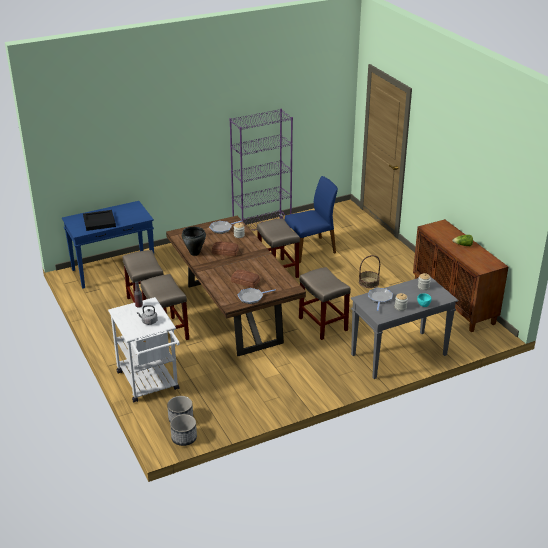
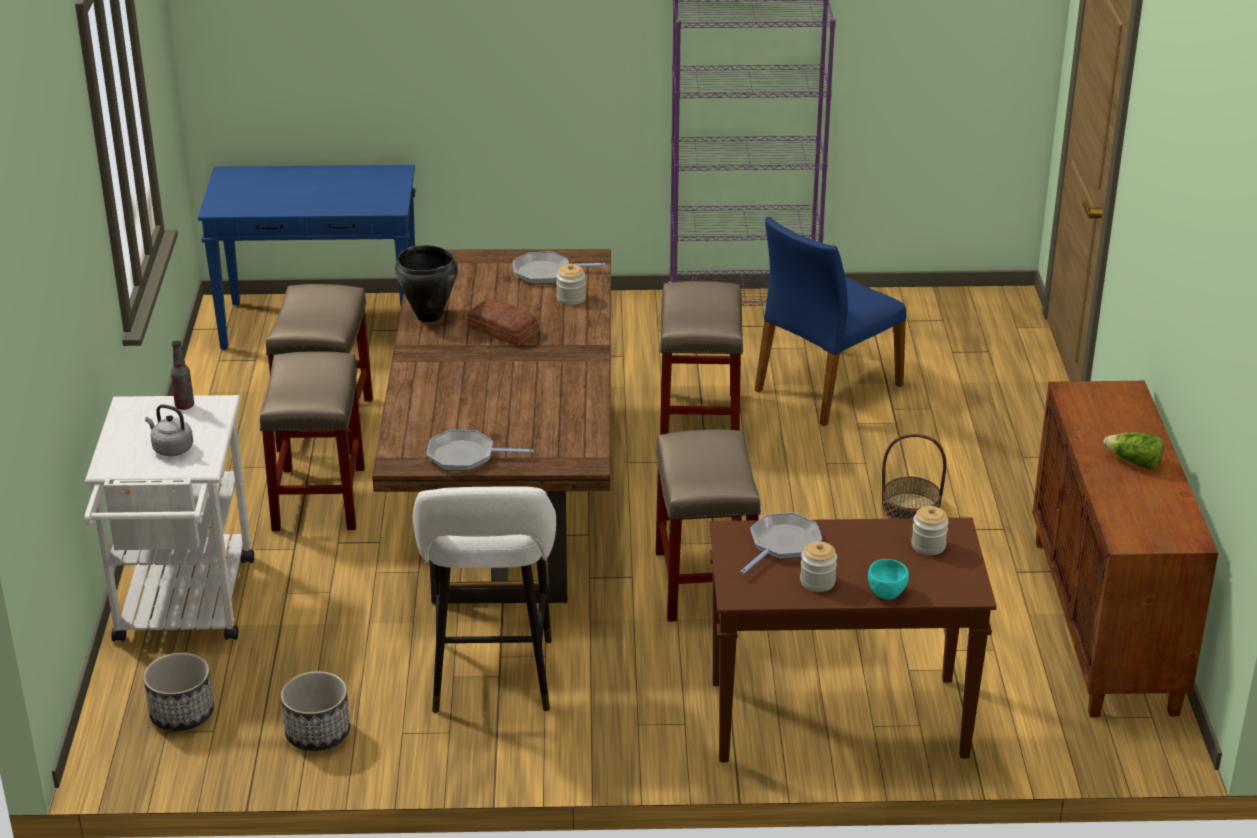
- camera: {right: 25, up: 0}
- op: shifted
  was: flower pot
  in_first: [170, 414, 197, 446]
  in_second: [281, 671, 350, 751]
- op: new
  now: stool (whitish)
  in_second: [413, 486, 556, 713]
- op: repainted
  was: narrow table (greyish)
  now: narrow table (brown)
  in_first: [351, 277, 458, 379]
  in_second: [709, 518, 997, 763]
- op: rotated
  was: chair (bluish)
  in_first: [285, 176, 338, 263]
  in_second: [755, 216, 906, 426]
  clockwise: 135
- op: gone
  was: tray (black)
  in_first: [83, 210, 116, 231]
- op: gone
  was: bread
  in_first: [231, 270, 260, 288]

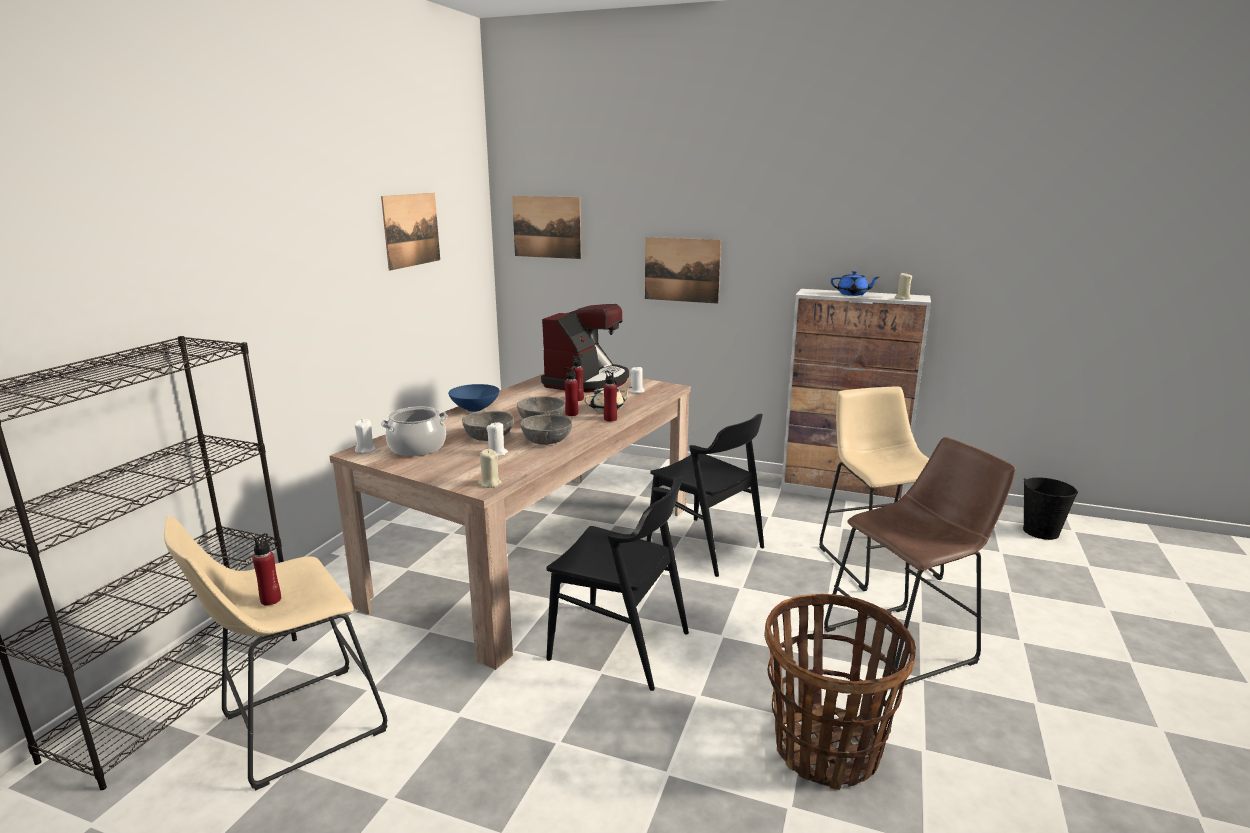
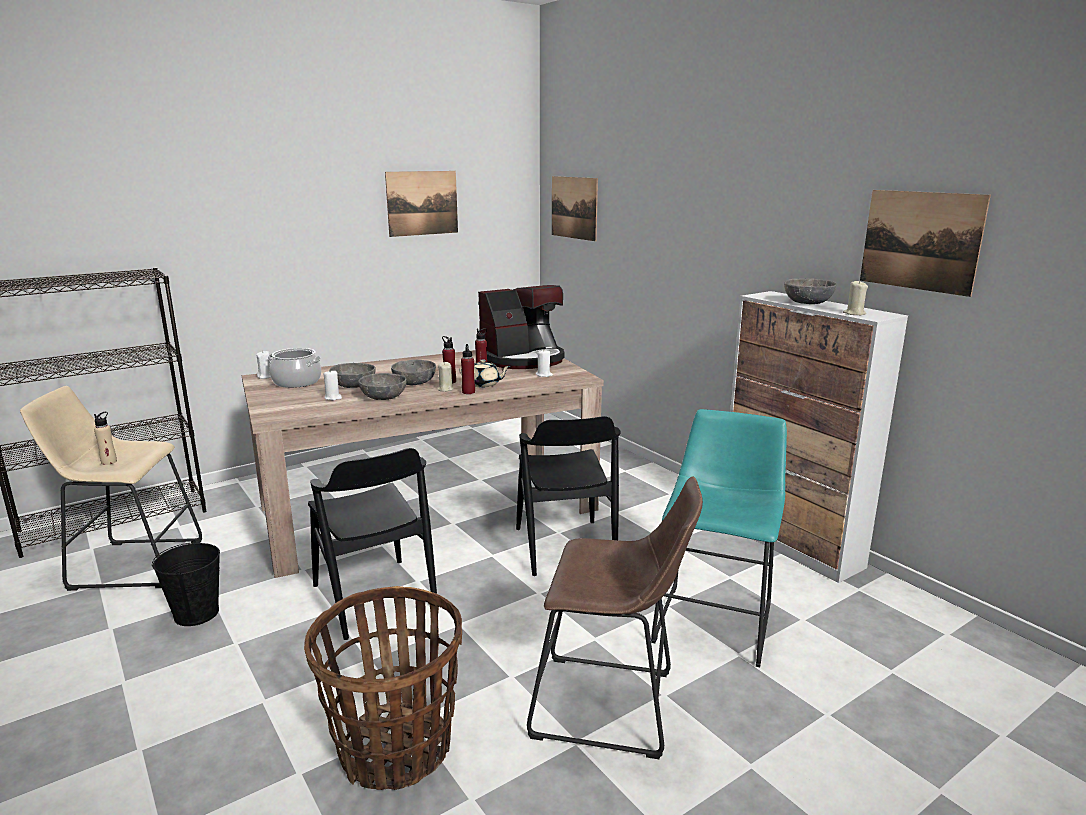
- camera: {right: 35, up: 0}
- op: repainted
  was: beverage bottle (red-coloured)
  now: beverage bottle (beige)
  in_first: [253, 533, 281, 605]
  in_second: [94, 412, 117, 465]
- op: shifted
  was: water bucket (black)
  in_first: [1023, 477, 1078, 540]
  in_second: [152, 540, 220, 626]
- op: shifted
  was: candle (beige)
  in_first: [478, 449, 502, 488]
  in_second: [437, 362, 454, 392]
- op: repainted
  was: stool (beige)
  now: stool (turquoise-coloured)
  in_first: [819, 386, 944, 591]
  in_second: [651, 409, 787, 668]
- op: swapped
  was: pot for tea (bluish)
  now: bowl (greyish)
  in_first: [831, 271, 879, 296]
  in_second: [784, 279, 837, 304]
- op: shifted
  was: wall art
  in_first: [645, 237, 721, 304]
  in_second: [860, 190, 991, 297]
- op: gone
  was: bowl (bluish)
  in_first: [448, 384, 500, 412]

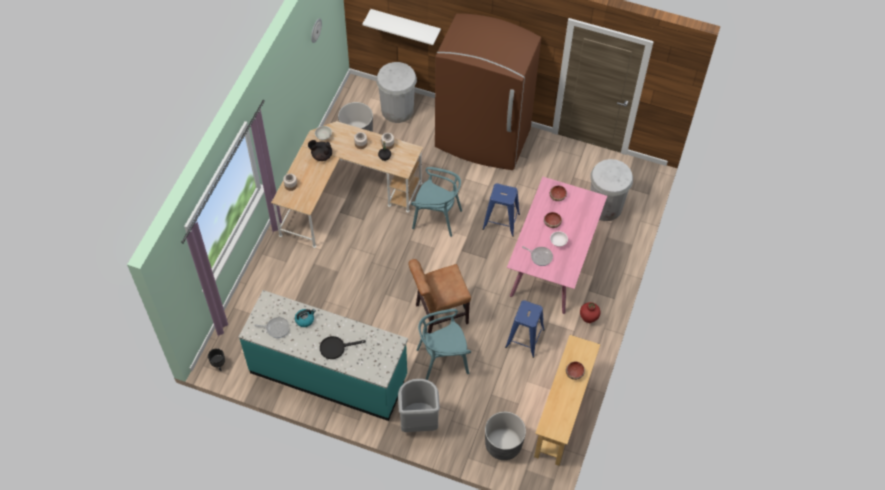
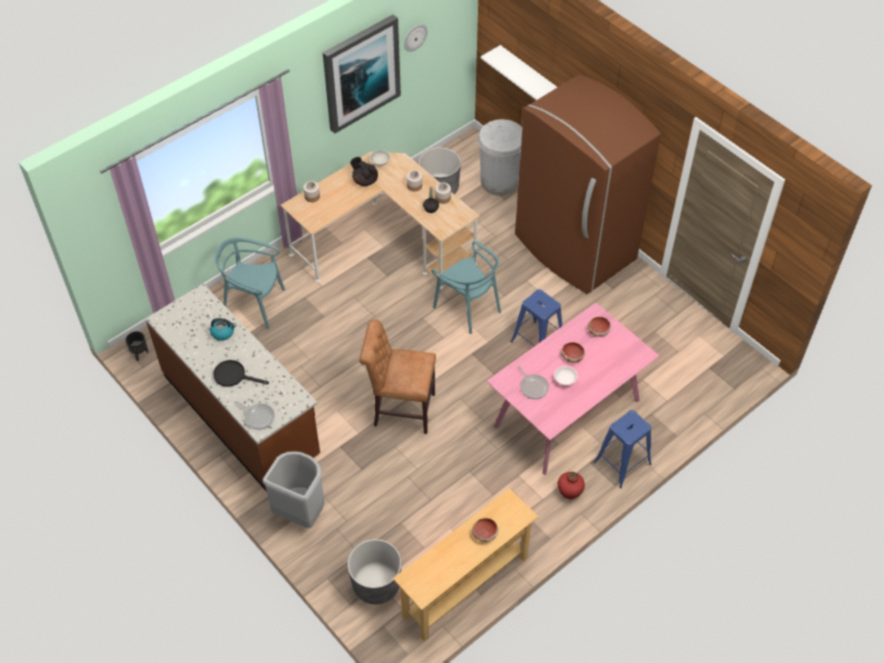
- camera: {right: 30, up: -5}
- op: repainted
  was: kitchen counter (turquoise-coloured)
  now: kitchen counter (brown)
  in_first: [239, 290, 408, 421]
  in_second: [145, 284, 320, 492]
- op: shifted
  was: chair (turquoise-coloured)
  in_first: [417, 309, 471, 380]
  in_second: [215, 238, 285, 329]
- op: shifted
  was: frying pan
  in_first: [254, 317, 290, 338]
  in_second: [236, 401, 275, 430]
- op: new
  now: wall art
  in_second: [323, 15, 401, 134]
- op: shifted
  was: stool (bluish)
  in_first: [505, 300, 545, 358]
  in_second: [593, 410, 652, 488]
- op: gone
  was: trash can (whitish)
  in_first: [590, 159, 633, 221]

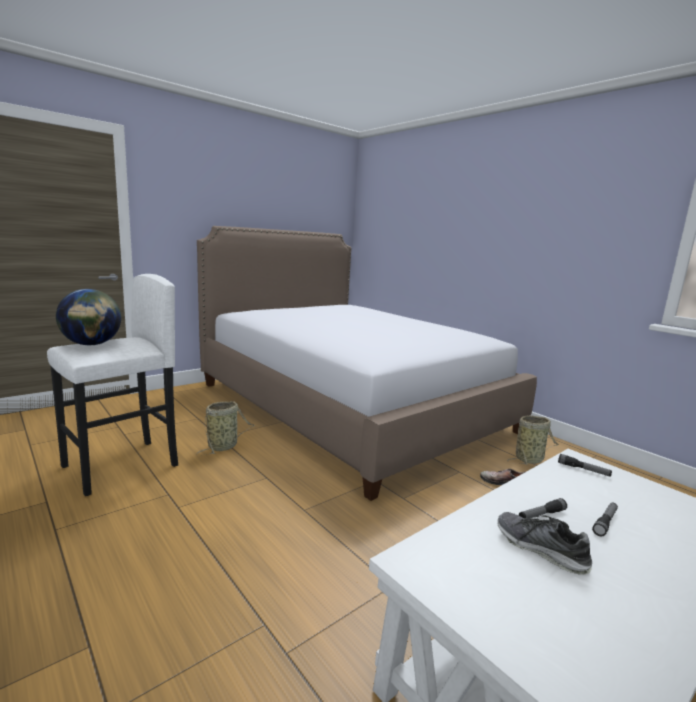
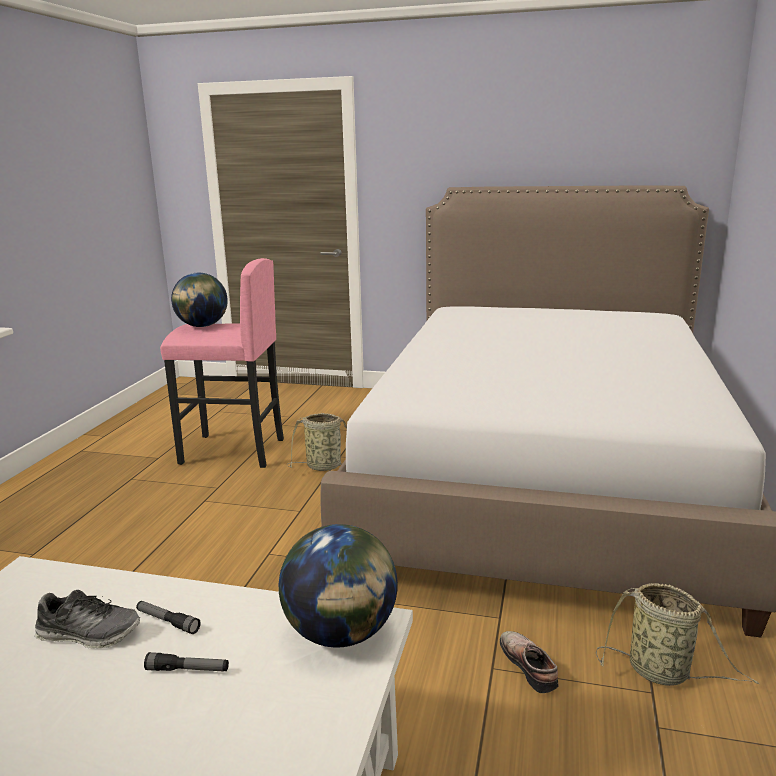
- camera: {right: 55, up: 5}
- op: rotated
  was: item of footwear
  in_first: [497, 512, 592, 575]
  in_second: [35, 590, 141, 648]
  clockwise: 90
- op: repainted
  was: stool (whitish)
  now: stool (pinkish)
  in_first: [47, 274, 178, 496]
  in_second: [160, 258, 284, 468]
- op: swapped
  was: flashlight
  now: globe
  in_first: [558, 454, 612, 477]
  in_second: [279, 524, 398, 648]

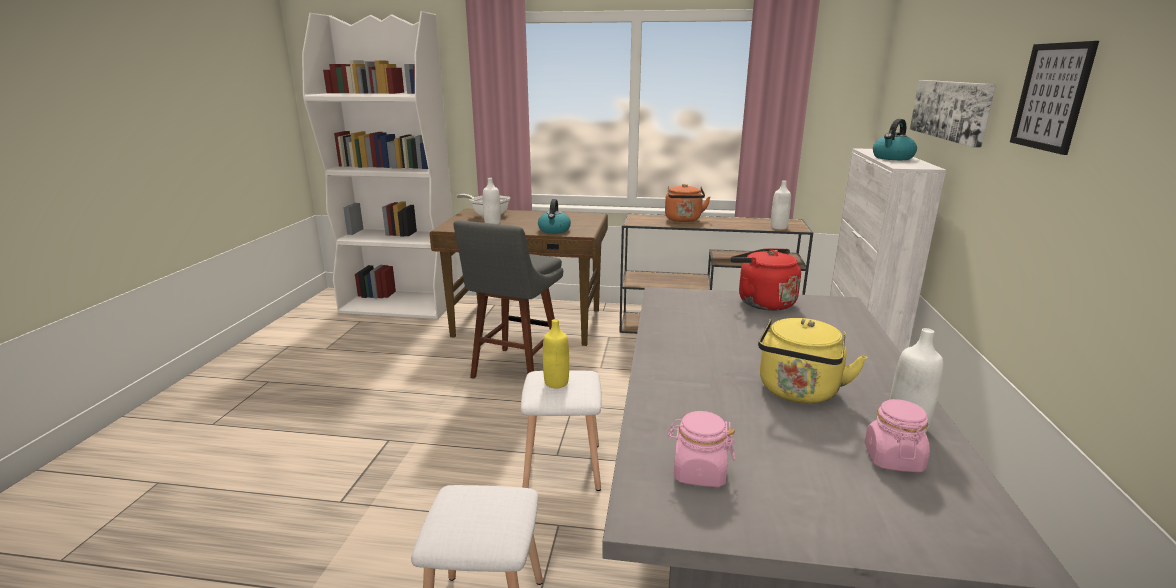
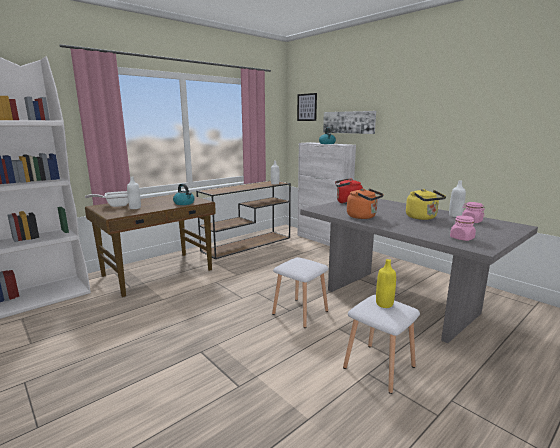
- camera: {right: -50, up: -5}
- op: shifted
  was: wall art
  in_first: [1010, 41, 1099, 155]
  in_second: [297, 93, 317, 121]
- op: shifted
  was: water kettle (orangey)
  in_first: [665, 184, 711, 222]
  in_second: [347, 188, 384, 219]
- op: shifted
  was: beverage bottle (yellowish)
  in_first: [543, 319, 569, 389]
  in_second: [376, 259, 396, 308]
- op: gone
  was: stool (greyish)
  in_first: [453, 220, 563, 379]

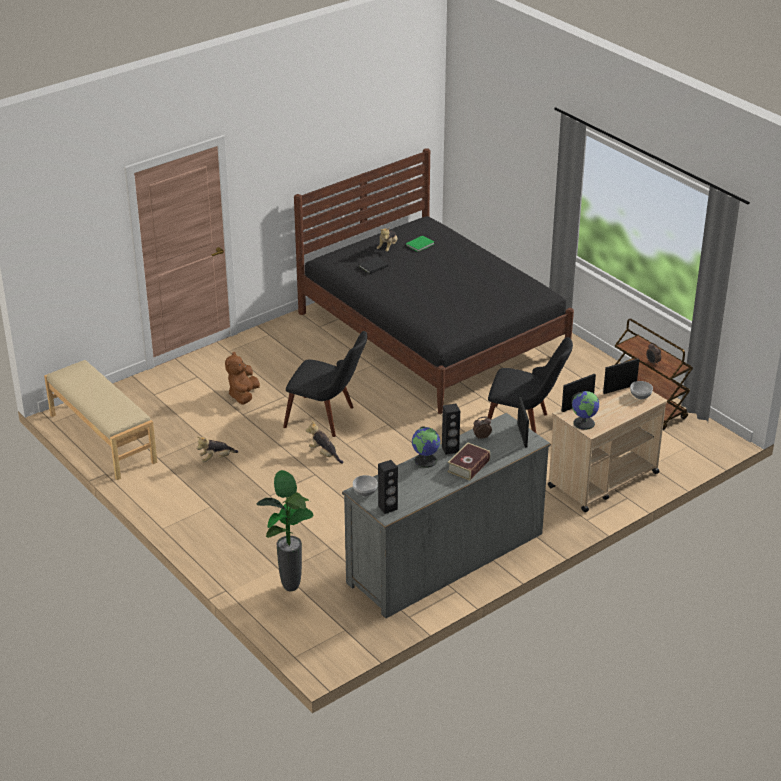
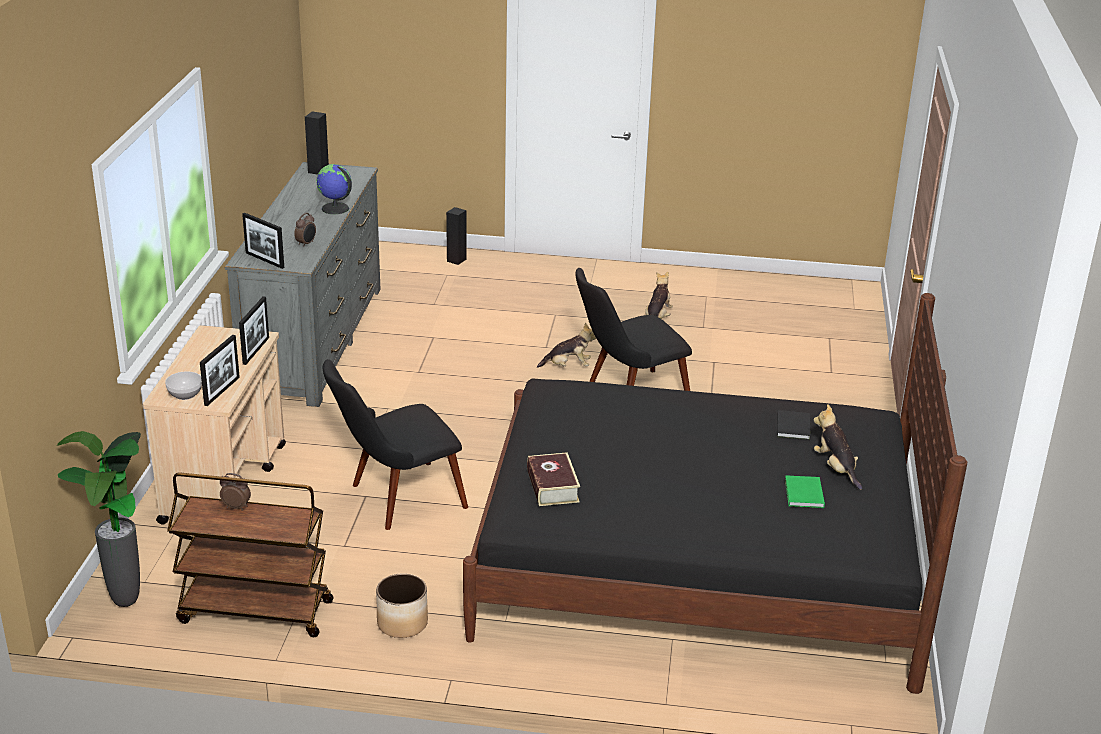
- camera: {right: 135, up: -5}
- op: shifted
  was: potted plant
  in_first: [256, 470, 314, 591]
  in_second: [57, 431, 141, 607]
- op: new
  now: flower pot
  in_second: [376, 573, 428, 638]
- op: shifted
  was: speaker (black)
  in_first: [442, 403, 460, 455]
  in_second: [446, 207, 467, 265]
- op: shifted
  was: book
  in_first: [447, 442, 490, 481]
  in_second: [527, 452, 580, 506]
- op: gone
  was: bench (beige)
  in_first: [44, 360, 157, 480]
- op: gone
  was: plush toy (brown)
  in_first: [225, 352, 260, 404]
- op: gone
  was: bowl
  in_first: [353, 475, 378, 496]
- op: gone
  was: globe
  in_first: [571, 391, 599, 430]

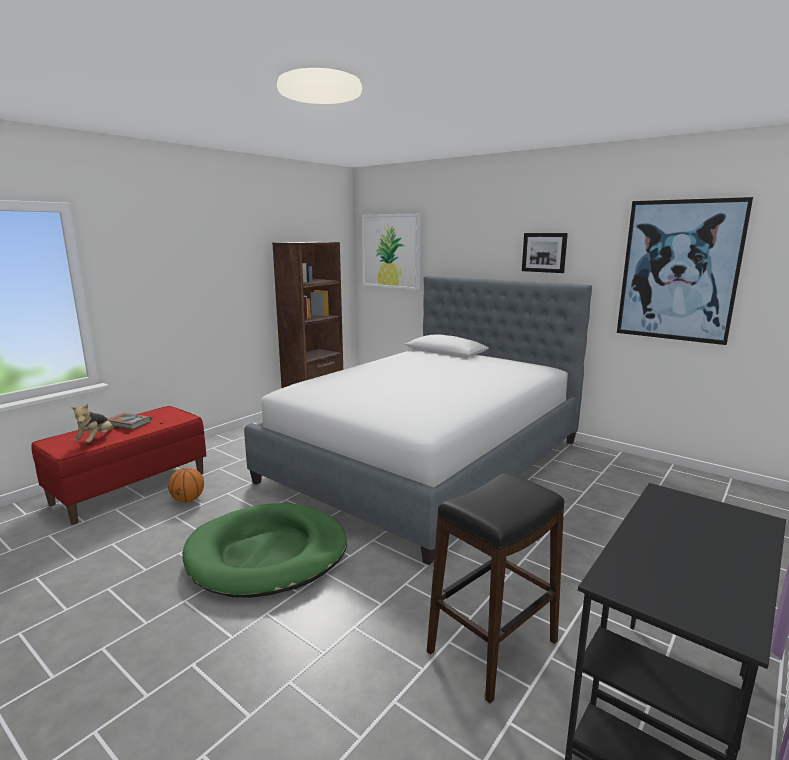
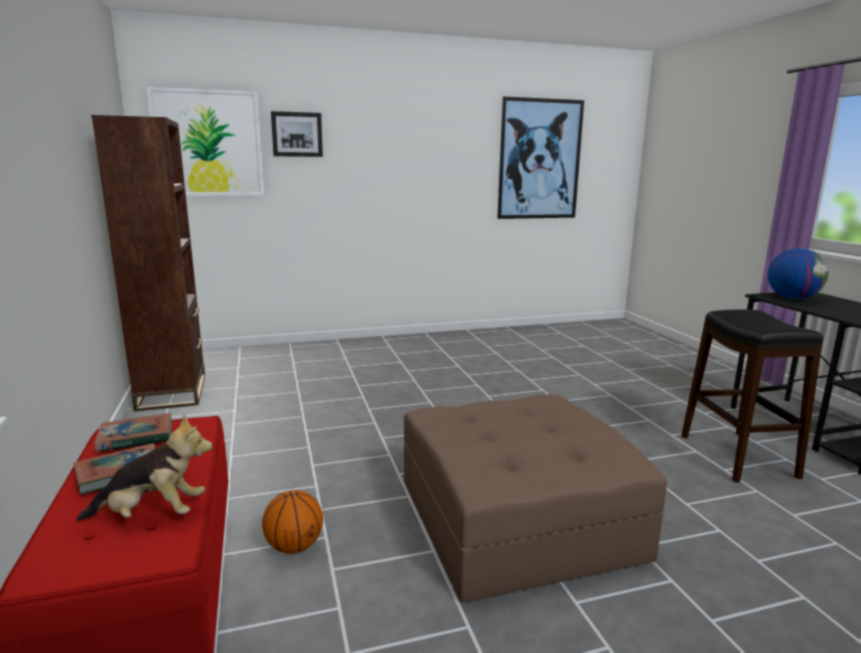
- camera: {right: -55, up: 0}
- op: rotated
  was: plush toy
  in_first: [71, 403, 114, 443]
  in_second: [76, 415, 213, 521]
  clockwise: -45
- op: new
  now: book
  in_second: [94, 413, 172, 452]
- op: shifted
  was: wall art
  in_first: [522, 233, 568, 273]
  in_second: [271, 111, 323, 157]
- op: swapped
  was: dog cushion (green)
  now: footrest (brown)
  in_first: [182, 503, 347, 598]
  in_second: [404, 395, 667, 602]
- op: new
  now: globe
  in_second: [768, 248, 829, 300]
- op: gone
  was: bedroom bed
  in_first: [244, 275, 592, 565]

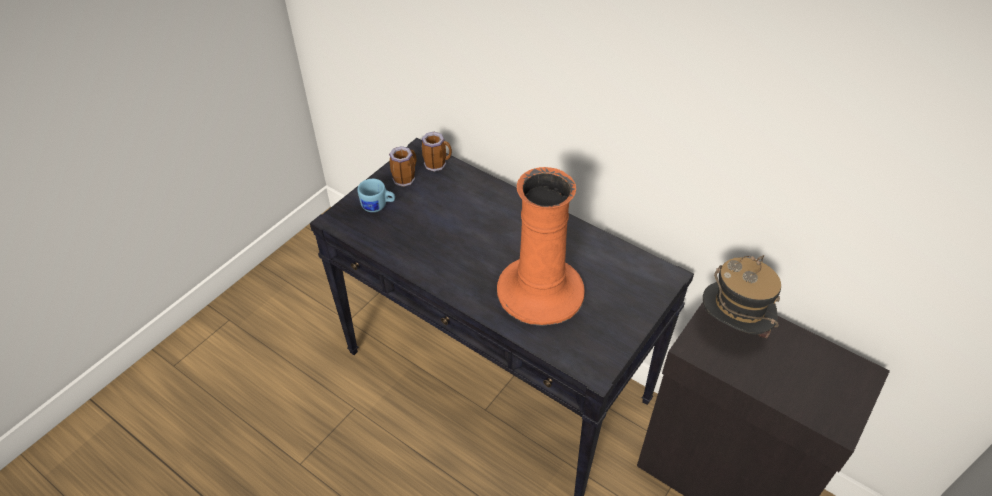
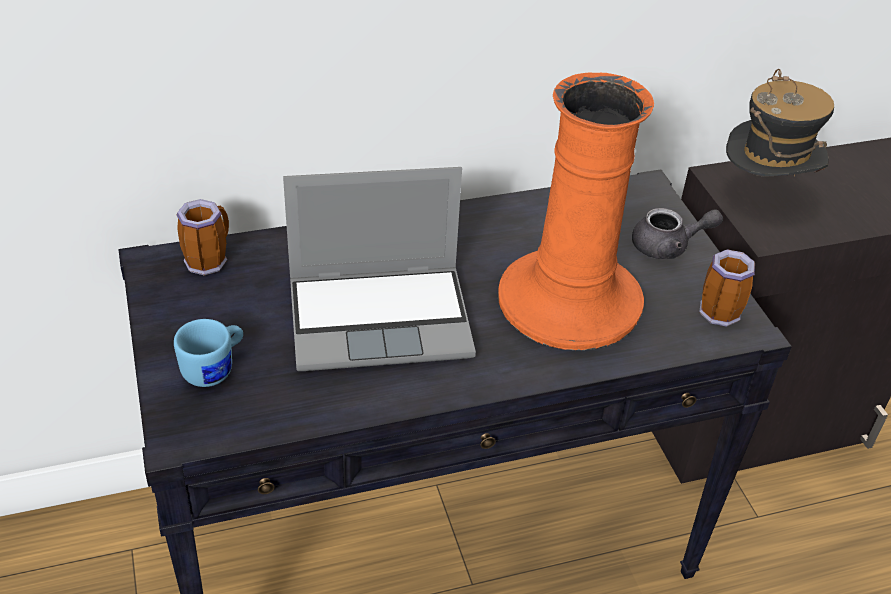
- camera: {right: -55, up: -5}
- op: new
  now: laptop
  in_second: [283, 167, 476, 371]
- op: new
  now: pot for tea (greyish)
  in_second: [632, 208, 723, 259]
- op: shifted
  was: tea mug
  in_first: [389, 146, 416, 187]
  in_second: [700, 249, 755, 327]

